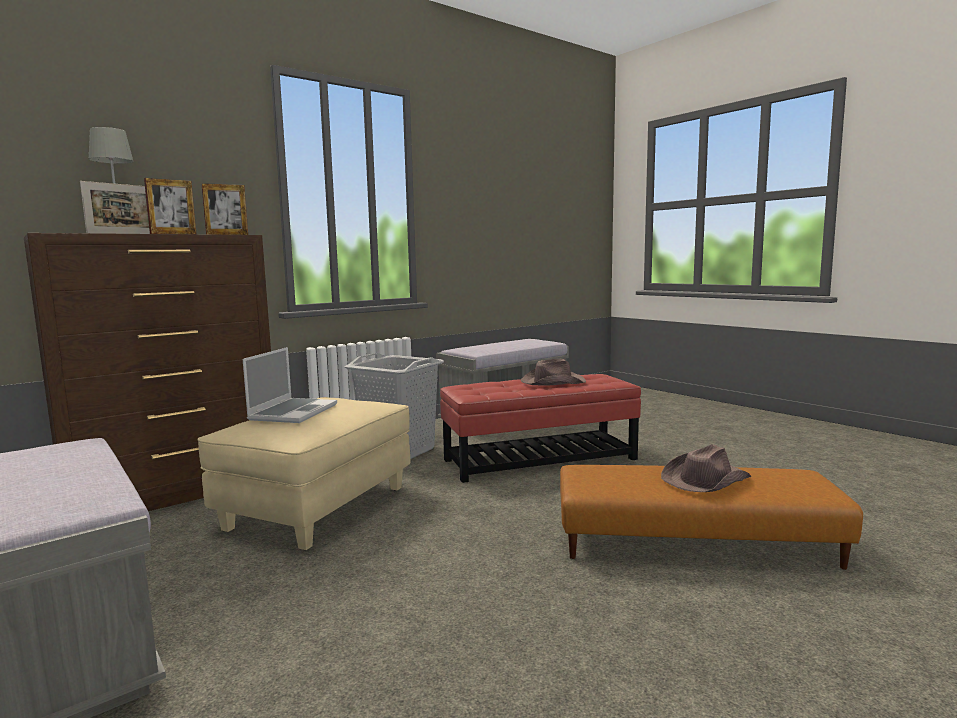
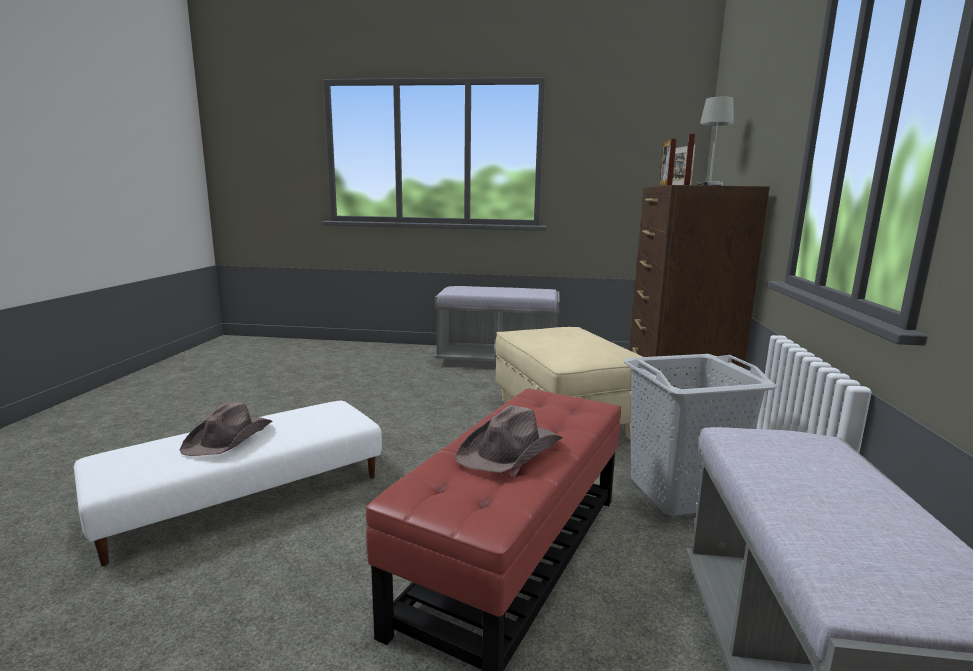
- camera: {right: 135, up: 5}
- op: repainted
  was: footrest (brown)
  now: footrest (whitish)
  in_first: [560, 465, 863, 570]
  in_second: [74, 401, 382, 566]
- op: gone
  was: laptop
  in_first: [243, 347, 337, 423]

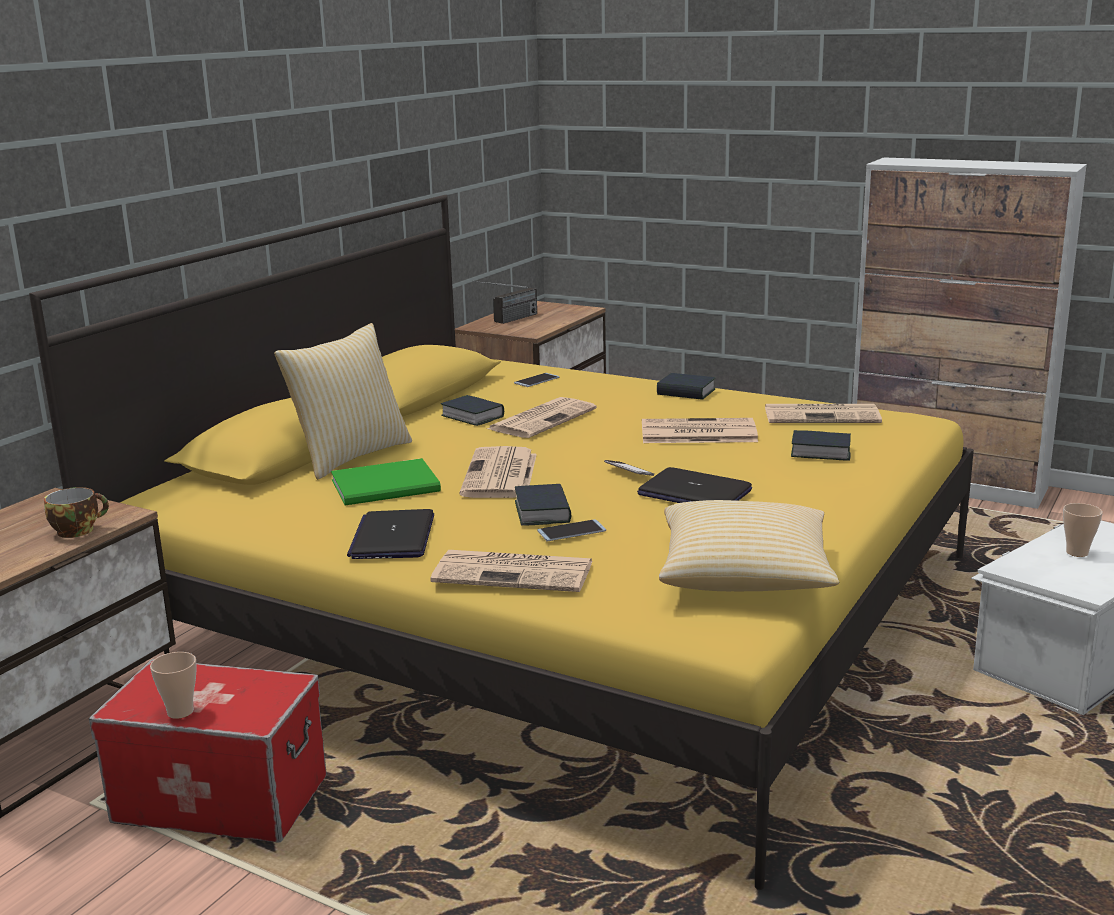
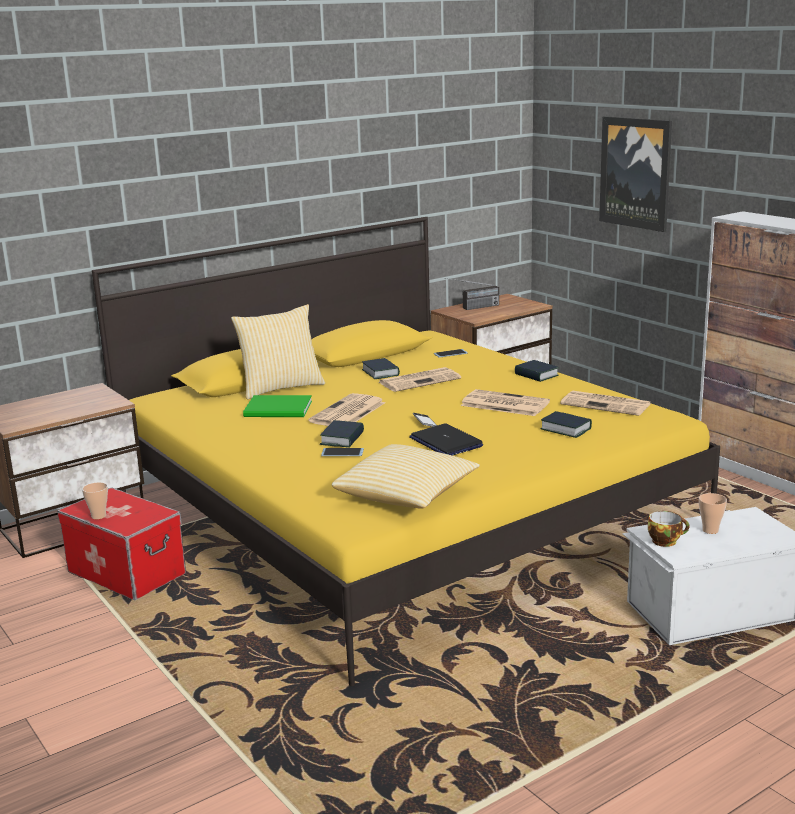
- camera: {right: 25, up: 0}
- op: new
  now: wall art
  in_second: [599, 116, 672, 232]
- op: shifted
  was: small cup
  in_first: [44, 487, 109, 538]
  in_second: [648, 511, 689, 547]
- op: gone
  was: laptop
  in_first: [347, 509, 434, 559]
- op: gone
  was: newspaper
  in_first: [430, 550, 593, 592]

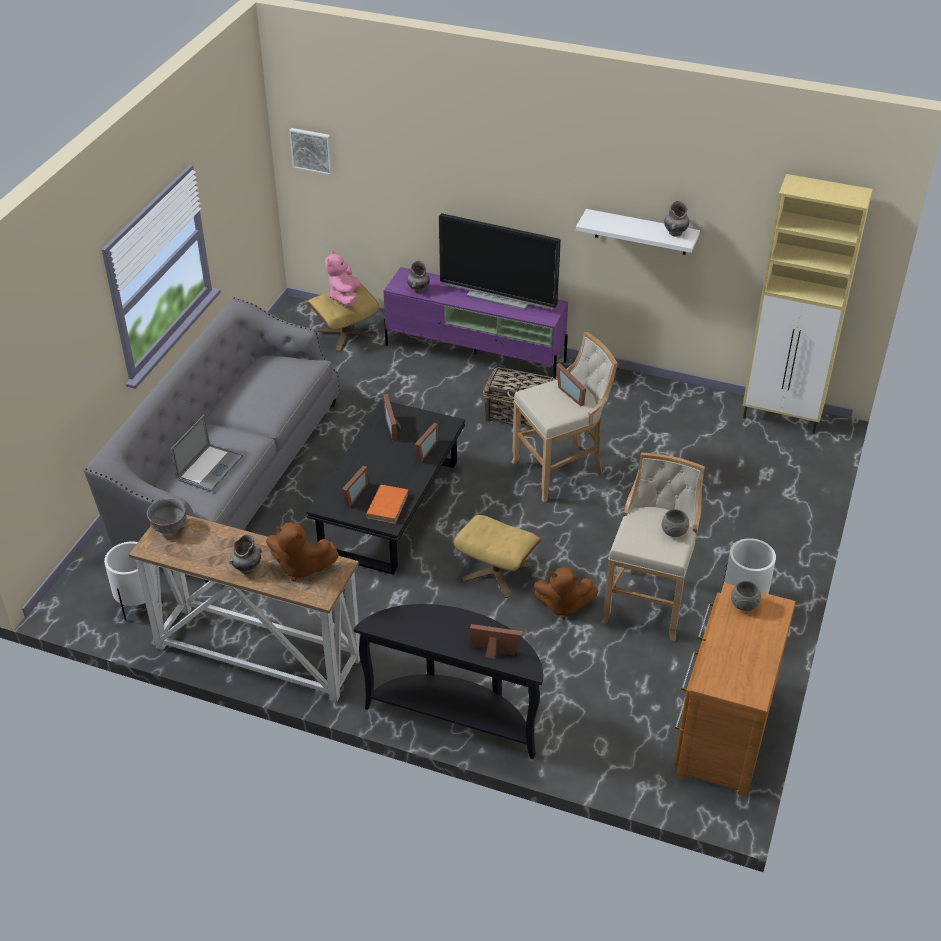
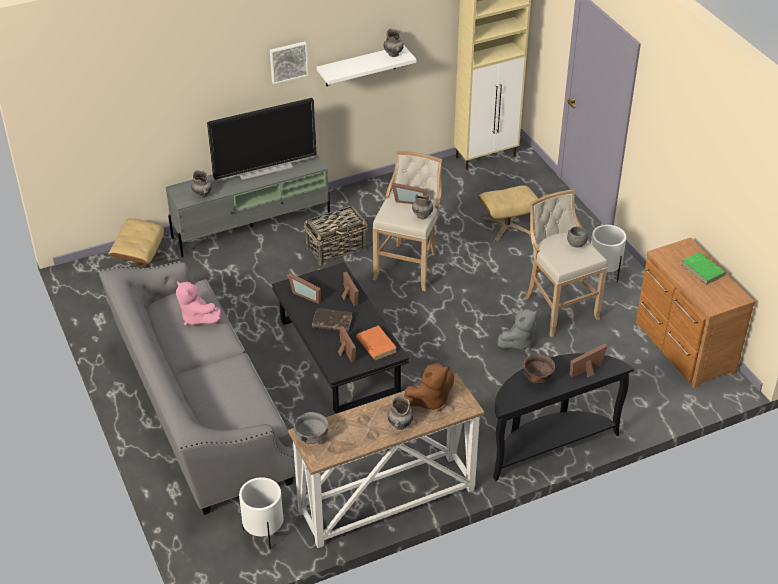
- camera: {right: -45, up: 0}
- op: repainted
  was: media console (purple-coloured)
  now: media console (greyish)
  in_first: [383, 267, 568, 379]
  in_second: [166, 153, 330, 257]
- op: shifted
  was: plush toy (pinkish)
  in_first: [325, 250, 361, 306]
  in_second: [176, 281, 221, 326]
- op: shifted
  was: wall art
  in_first: [289, 128, 333, 175]
  in_second: [270, 41, 308, 84]
- op: new
  now: book (brown)
  in_second: [312, 308, 353, 333]
- op: new
  now: vase (greyish)
  in_second: [412, 194, 433, 219]
- op: shifted
  was: footrest (beige)
  in_first: [454, 515, 541, 598]
  in_second: [478, 185, 538, 241]
- op: repainted
  was: plush toy (brown)
  now: plush toy (greyish)
  in_first: [534, 567, 598, 619]
  in_second: [498, 309, 538, 350]
- op: new
  now: bowl (brown)
  in_second: [524, 354, 555, 384]
- op: new
  now: book (green)
  in_second: [681, 252, 726, 285]
- op: gone
  was: laptop
  in_first: [171, 415, 243, 492]
- op: gone
  was: bowl (greyish)
  in_first: [731, 581, 761, 611]

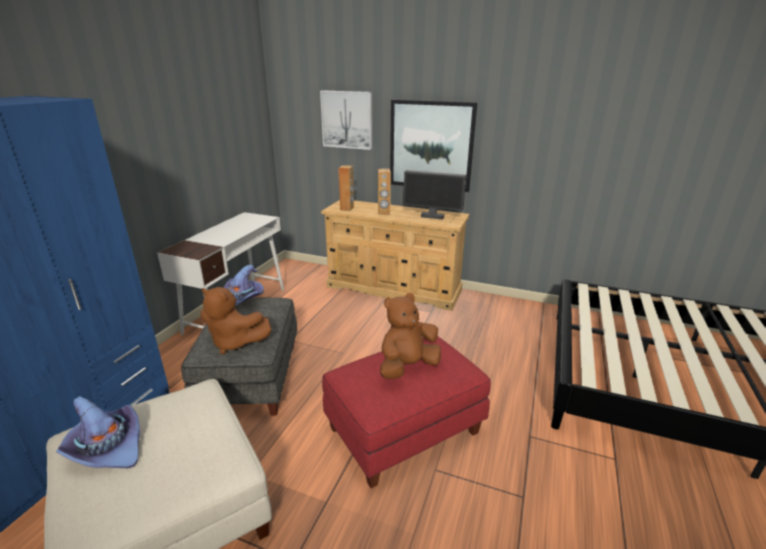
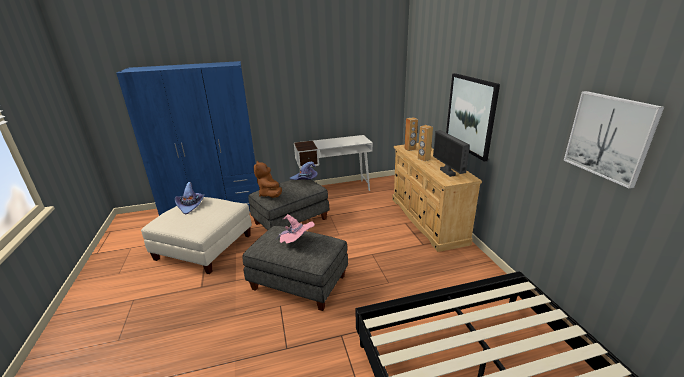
- camera: {right: 55, up: 0}
- op: repainted
  was: footrest (red-coloured)
  now: footrest (greyish)
  in_first: [322, 336, 491, 488]
  in_second: [242, 226, 348, 311]
- op: swapped
  was: plush toy (brown)
  now: wearable hat (pinkish)
  in_first: [380, 293, 441, 379]
  in_second: [276, 214, 315, 244]
- op: shifted
  was: wall art
  in_first: [320, 90, 372, 150]
  in_second: [564, 91, 664, 189]

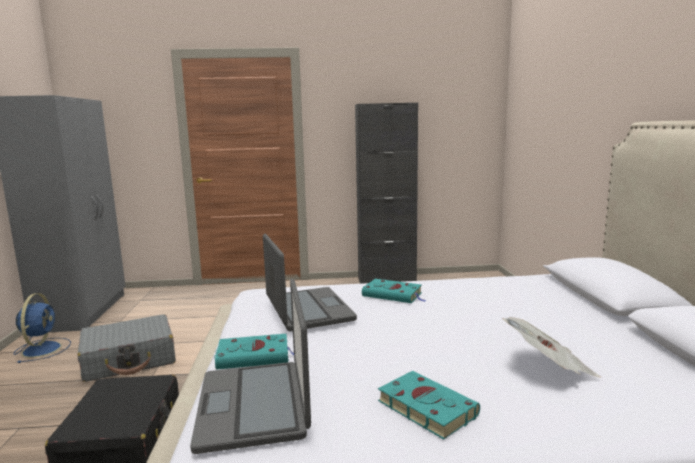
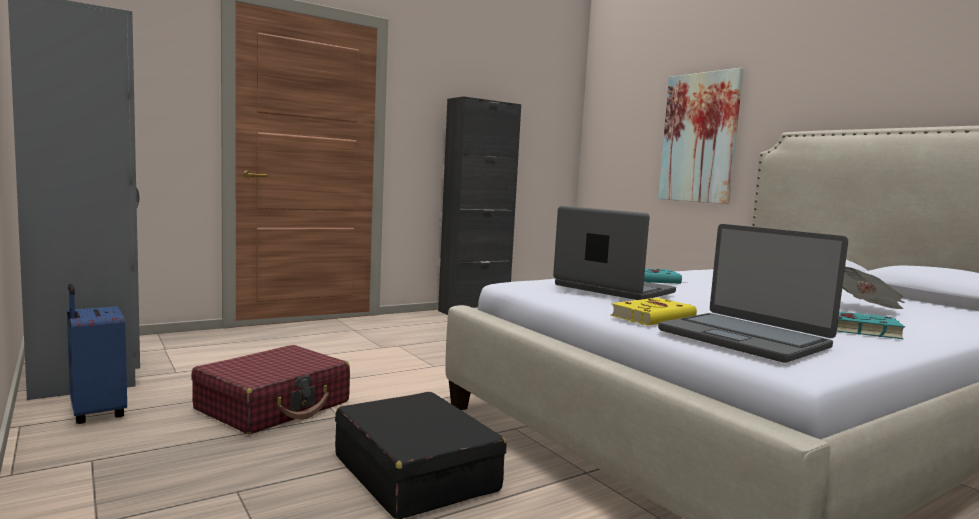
- camera: {right: -30, up: -5}
- op: swapped
  was: electric fan (bluish)
  now: suitcase (bluish)
  in_first: [14, 293, 71, 363]
  in_second: [67, 284, 127, 424]
- op: repainted
  was: suitcase (greyish)
  now: suitcase (red-coloured)
  in_first: [78, 314, 176, 382]
  in_second: [191, 345, 350, 434]
- op: repainted
  was: book (turquoise-coloured)
  now: book (yellowish)
  in_first: [214, 334, 294, 370]
  in_second: [610, 298, 697, 326]
- op: new
  now: wall art
  in_second: [658, 68, 743, 204]

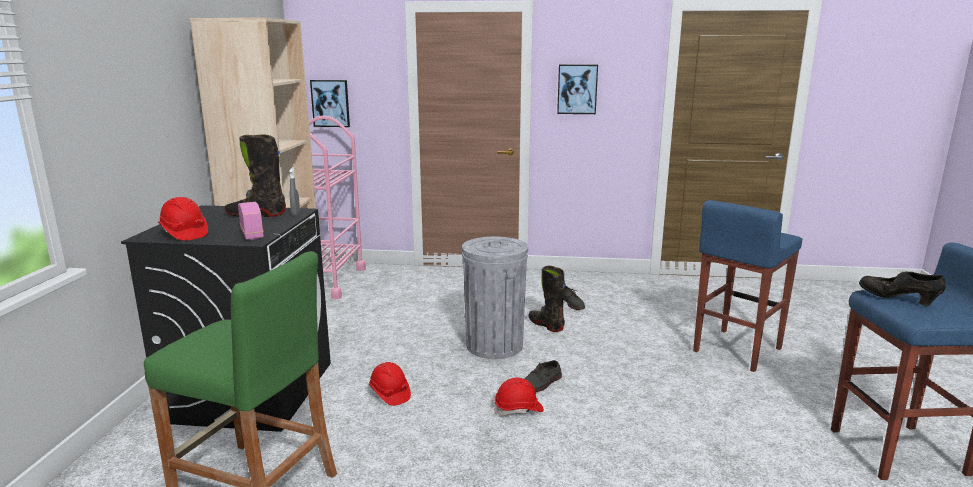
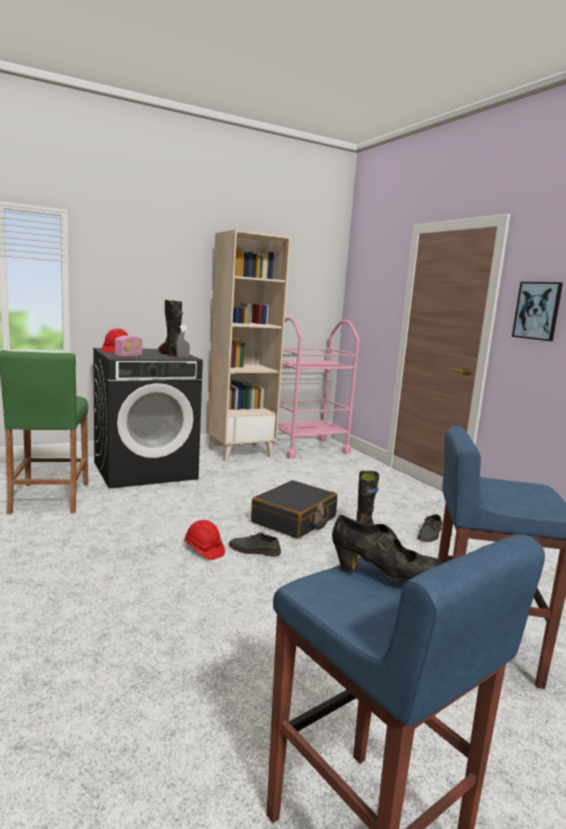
- camera: {right: 55, up: -5}
- op: swapped
  was: trash can (greyish)
  now: suitcase (black)
  in_first: [462, 237, 528, 359]
  in_second: [251, 480, 337, 539]
- op: rotated
  was: item of footwear (black)
  in_first: [859, 271, 946, 306]
  in_second: [332, 515, 443, 583]
  clockwise: 105
- op: gone
  was: wall art
  in_first: [310, 80, 350, 127]
- op: gone
  was: work helmet (red-coloured)
  in_first: [369, 362, 411, 406]

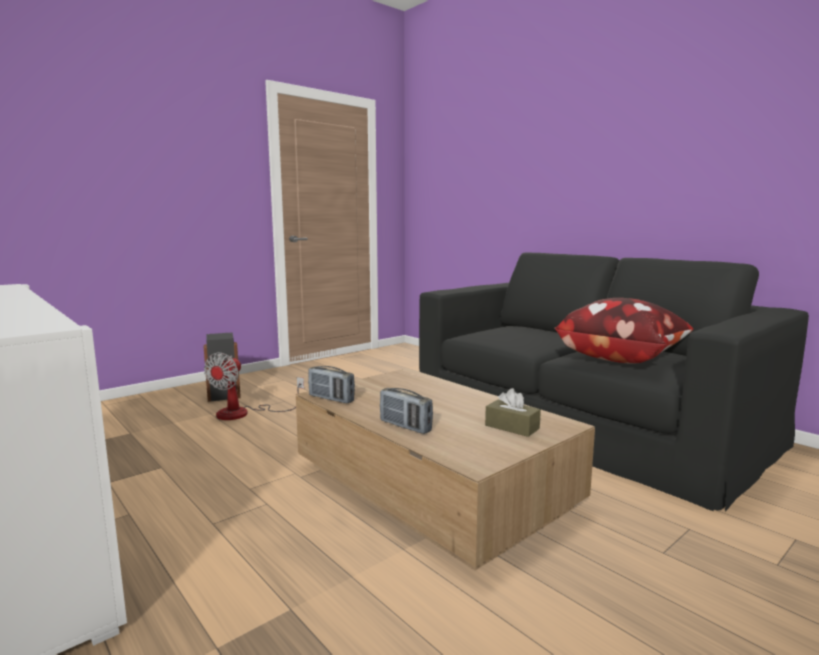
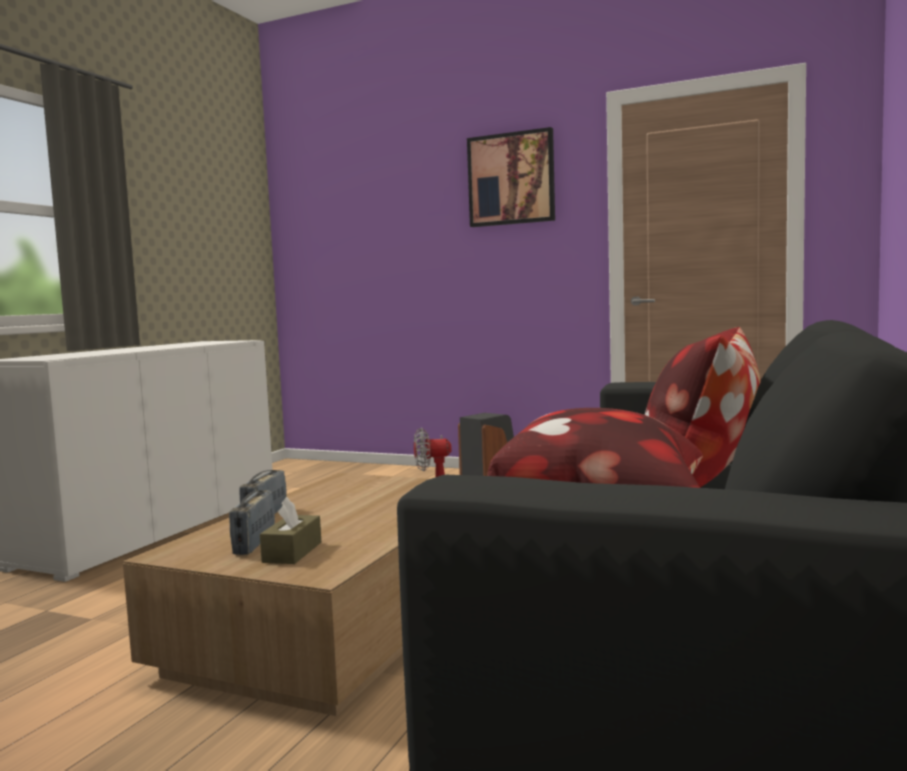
- camera: {right: 65, up: -5}
- op: shifted
  was: radio set
  in_first: [308, 366, 355, 403]
  in_second: [229, 490, 275, 555]
- op: new
  now: wall art
  in_second: [467, 127, 555, 227]
- op: new
  now: throw pillow
  in_second: [645, 327, 761, 487]

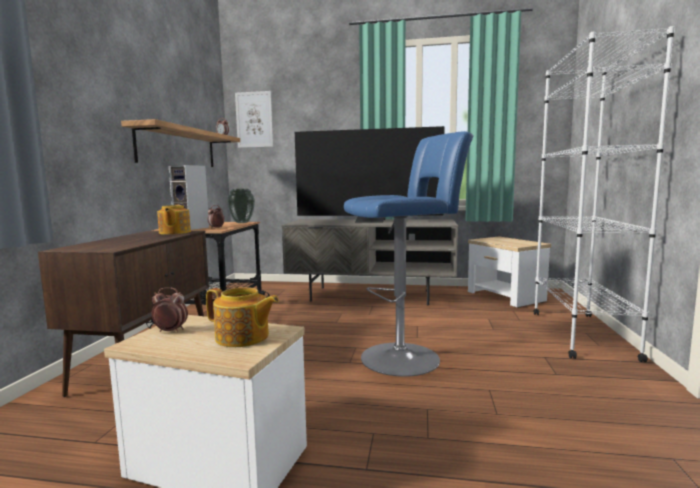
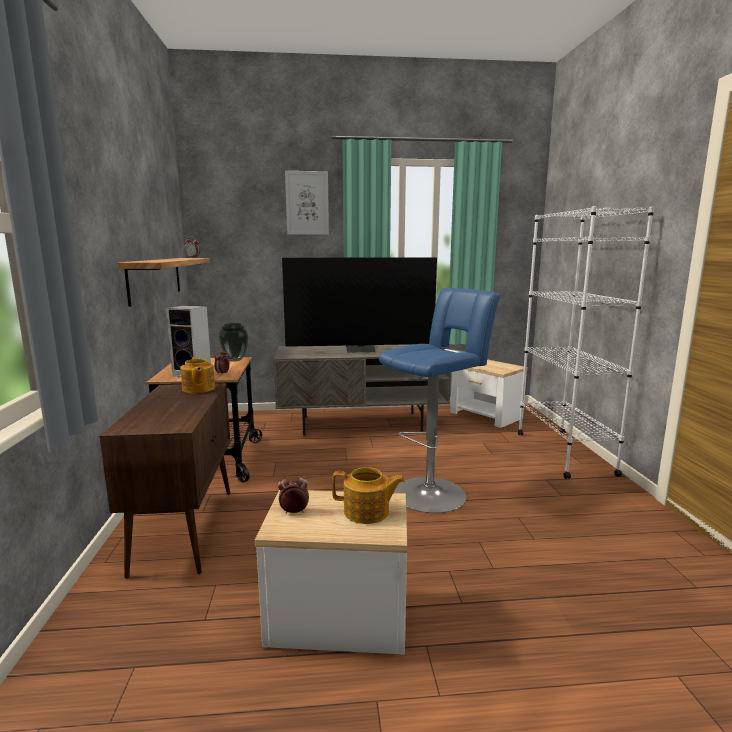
- camera: {right: -15, up: 5}
- op: shifted
  was: wall art
  in_first: [235, 91, 274, 148]
  in_second: [285, 171, 329, 235]

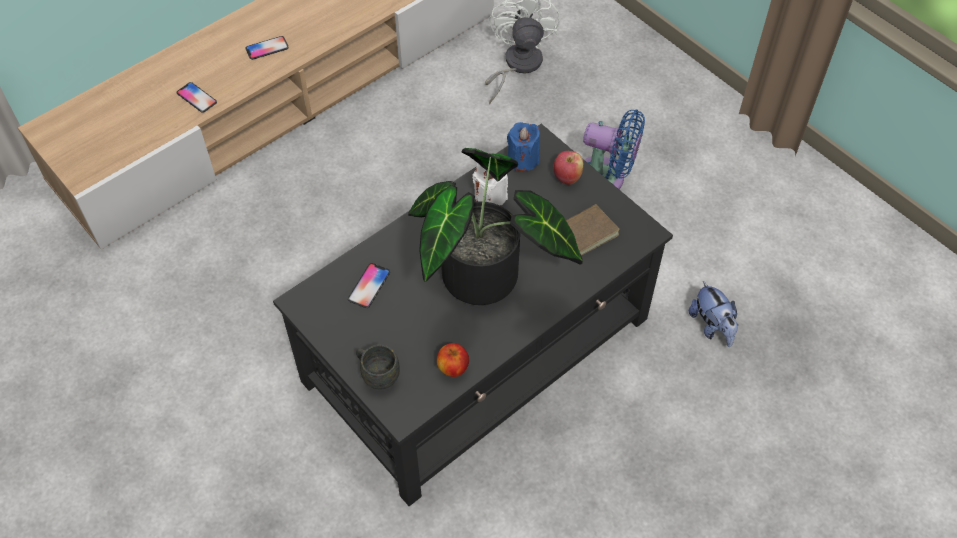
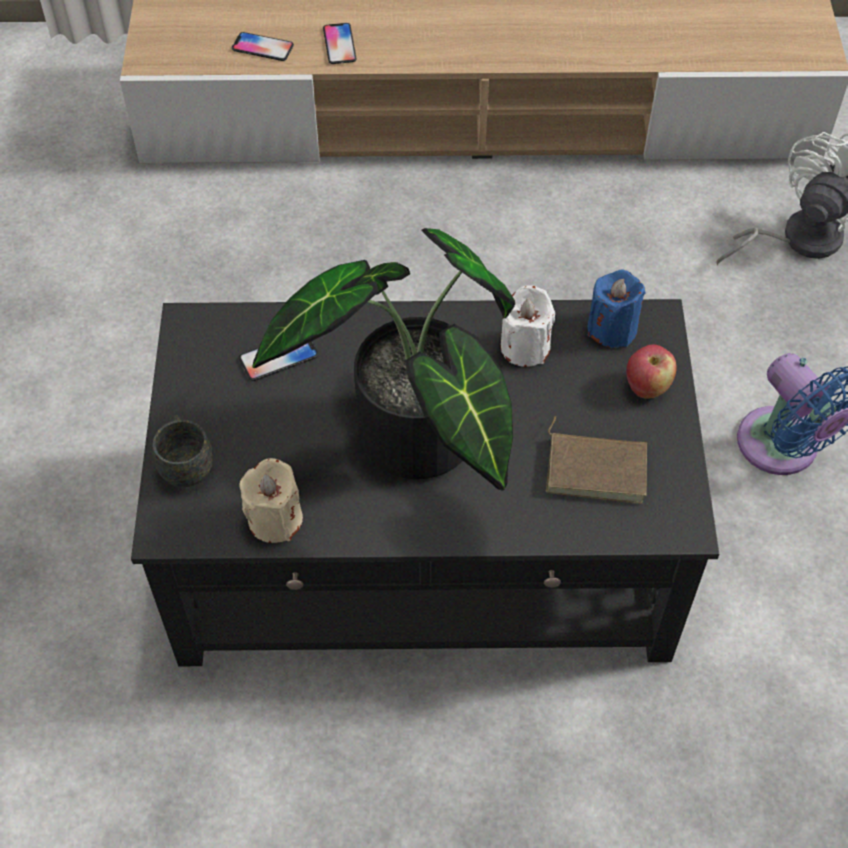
- camera: {right: 40, up: 0}
- op: shifted
  was: phone
  in_first: [245, 36, 289, 60]
  in_second: [232, 32, 294, 61]
- op: swapped
  was: whole apple
  now: candle (beige)
  in_first: [437, 343, 469, 377]
  in_second: [240, 458, 303, 543]
- op: gone
  was: plush toy
  in_first: [689, 281, 738, 347]

